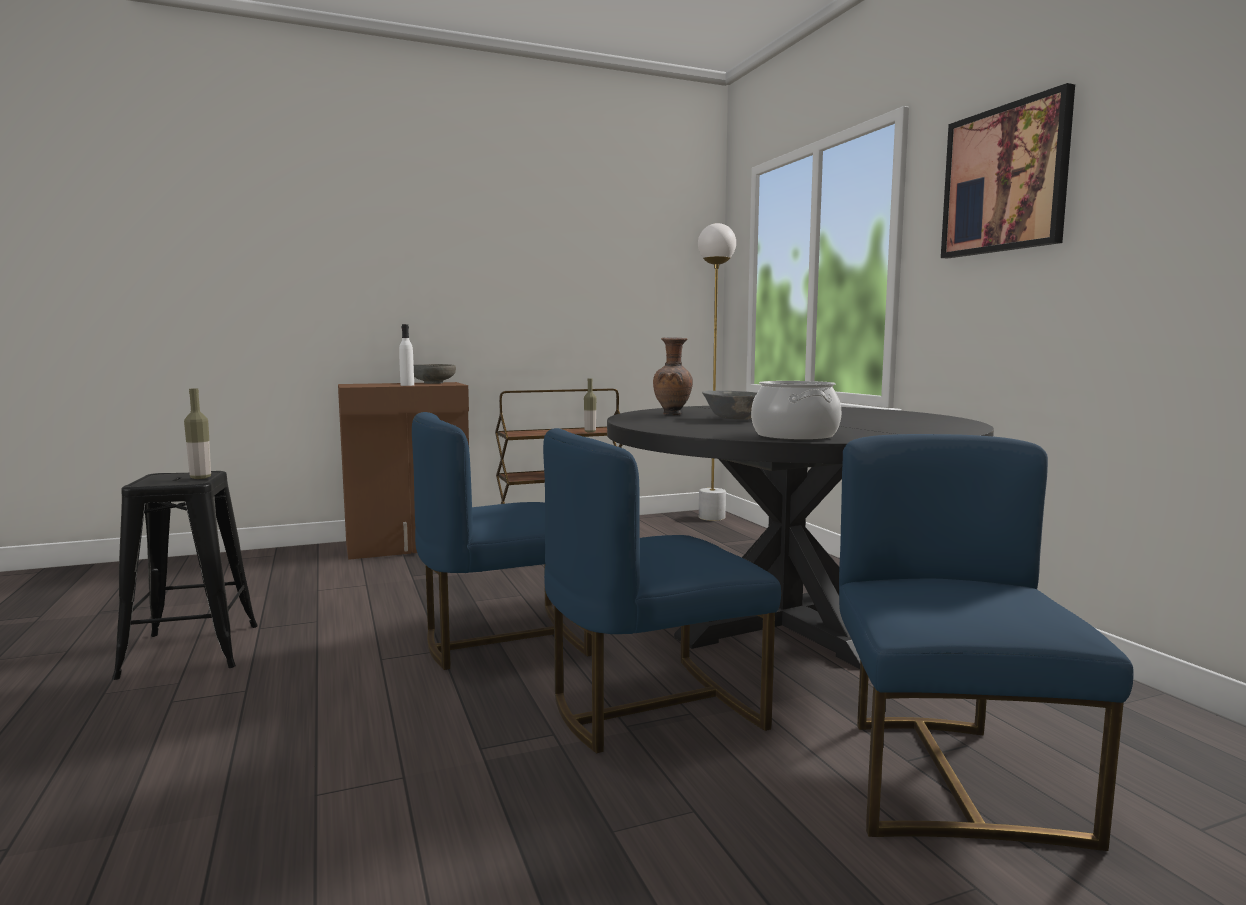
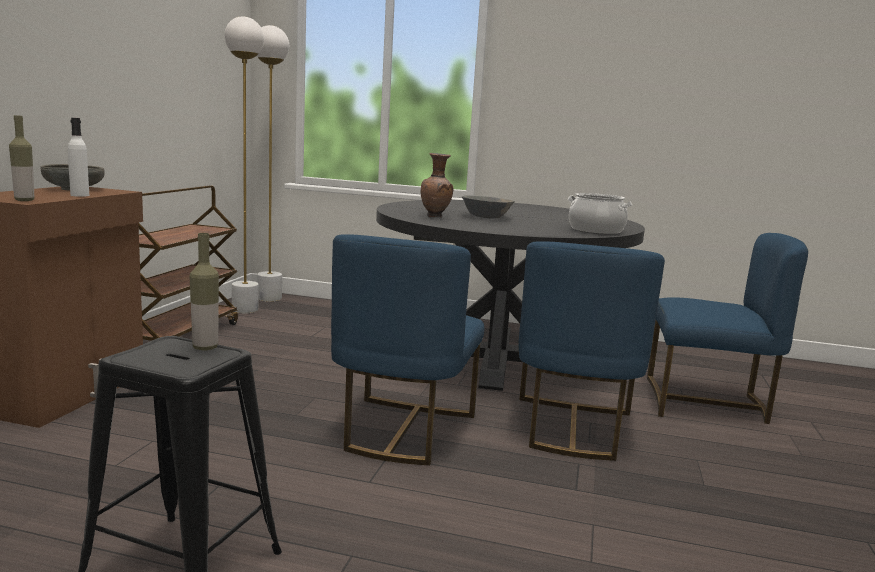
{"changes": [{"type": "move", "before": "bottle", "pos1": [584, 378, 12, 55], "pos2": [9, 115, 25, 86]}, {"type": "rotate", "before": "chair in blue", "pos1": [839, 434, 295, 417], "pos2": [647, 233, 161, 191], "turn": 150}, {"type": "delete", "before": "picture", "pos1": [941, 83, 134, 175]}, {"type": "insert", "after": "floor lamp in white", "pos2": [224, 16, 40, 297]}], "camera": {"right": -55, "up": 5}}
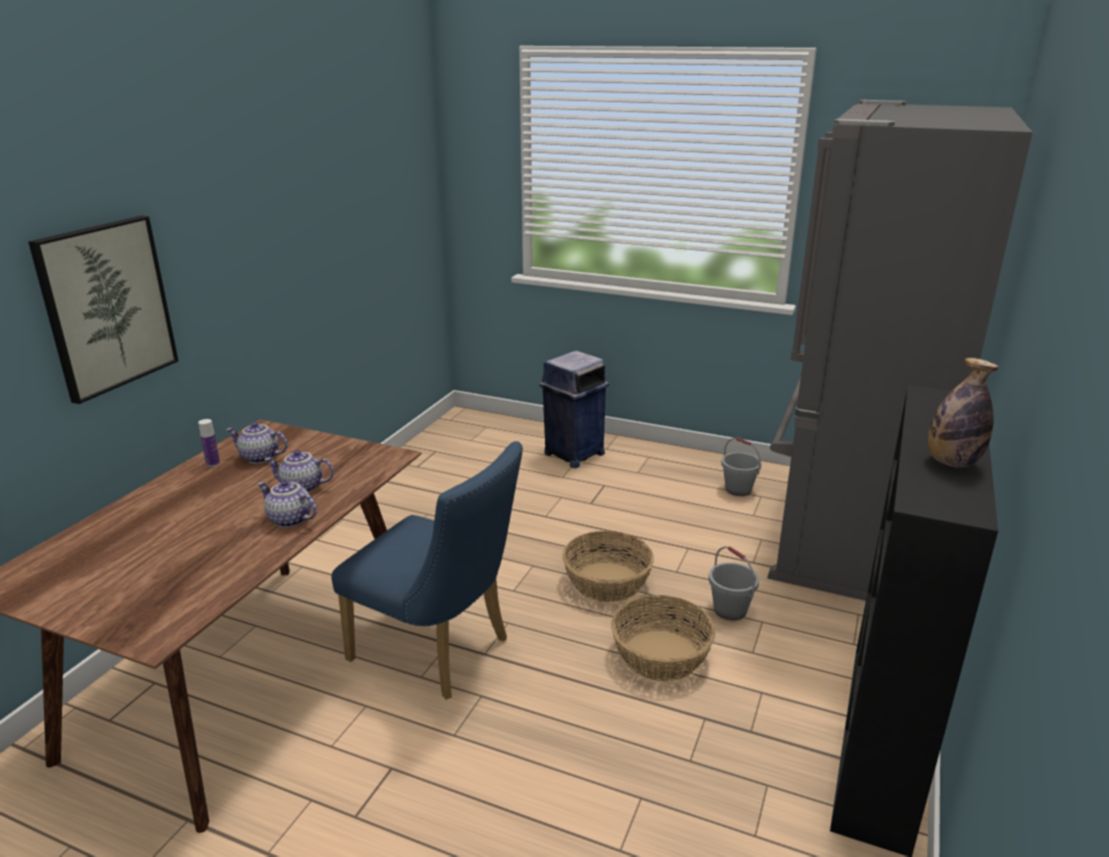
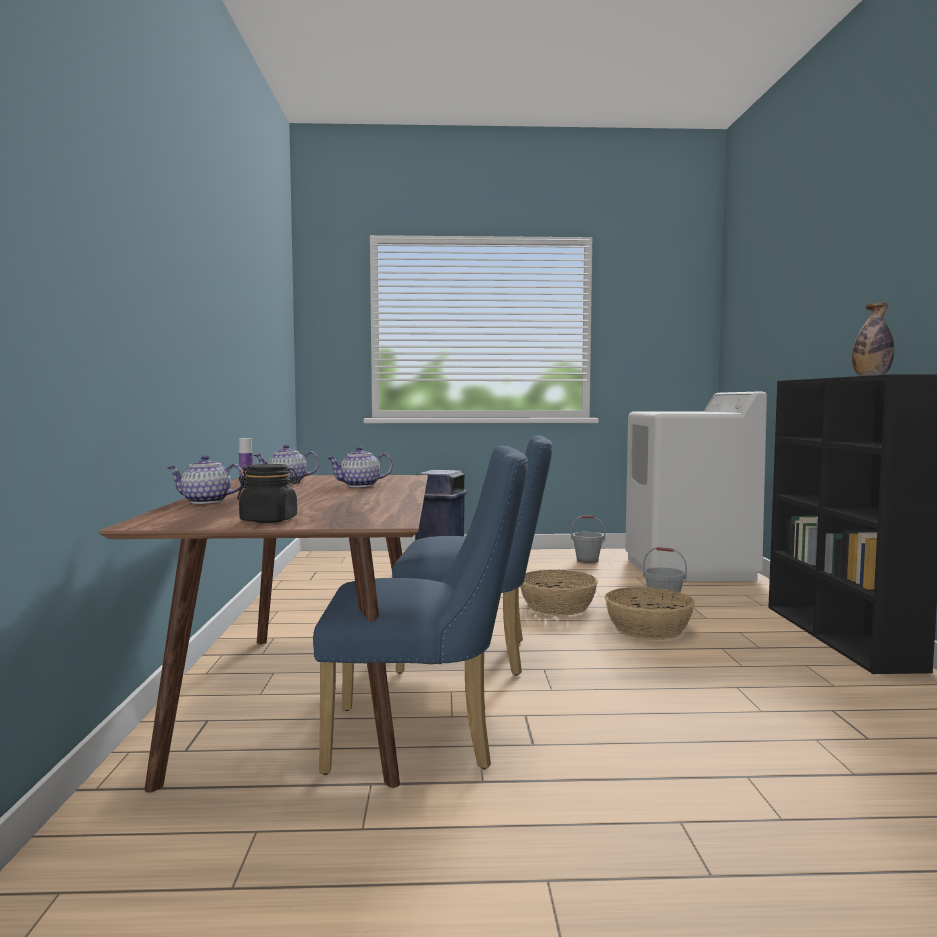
{"changes": [{"type": "delete", "before": "picture", "pos1": [28, 216, 150, 188]}, {"type": "move", "before": "teapot", "pos1": [258, 480, 59, 48], "pos2": [167, 455, 77, 49]}, {"type": "replace", "before": "fridge in grey", "after": "washing machine in white", "pos1": [767, 100, 266, 501], "pos2": [625, 392, 142, 189]}, {"type": "insert", "after": "jar in black", "pos2": [237, 464, 63, 59]}, {"type": "insert", "after": "chair in blue", "pos2": [313, 446, 215, 329]}], "camera": {"right": -25, "up": -20}}
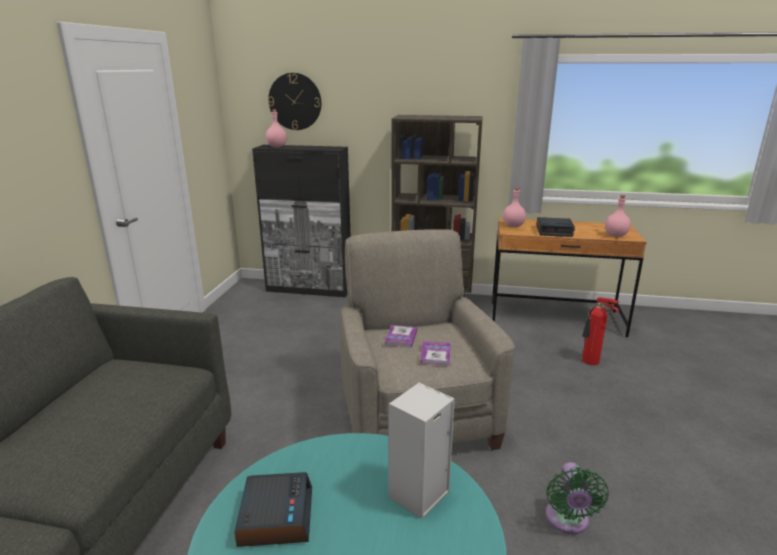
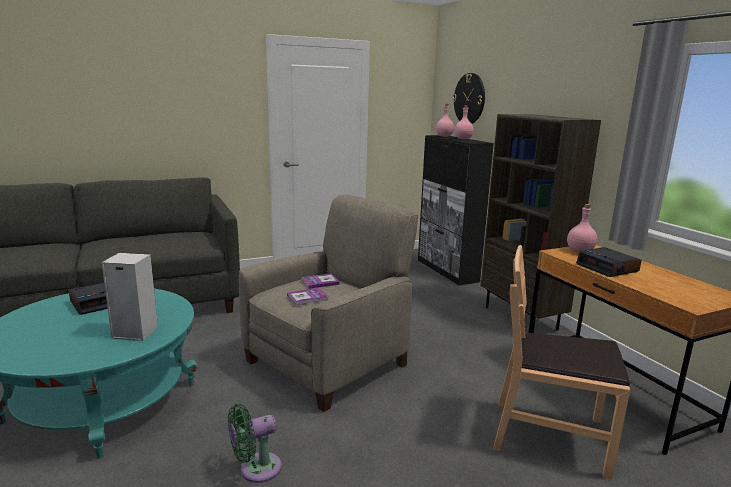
{"changes": [{"type": "replace", "before": "fire extinguisher", "after": "chair in brown", "pos1": [582, 297, 38, 68], "pos2": [493, 245, 137, 235]}, {"type": "move", "before": "bottle in pink", "pos1": [605, 195, 26, 42], "pos2": [454, 105, 20, 34]}], "camera": {"right": 55, "up": -5}}
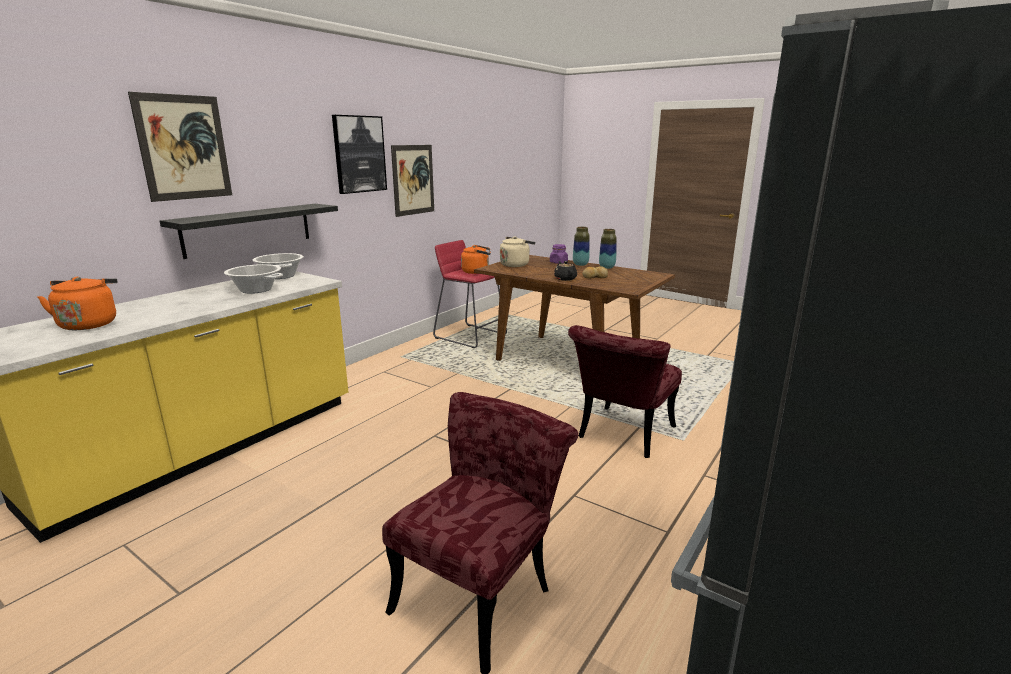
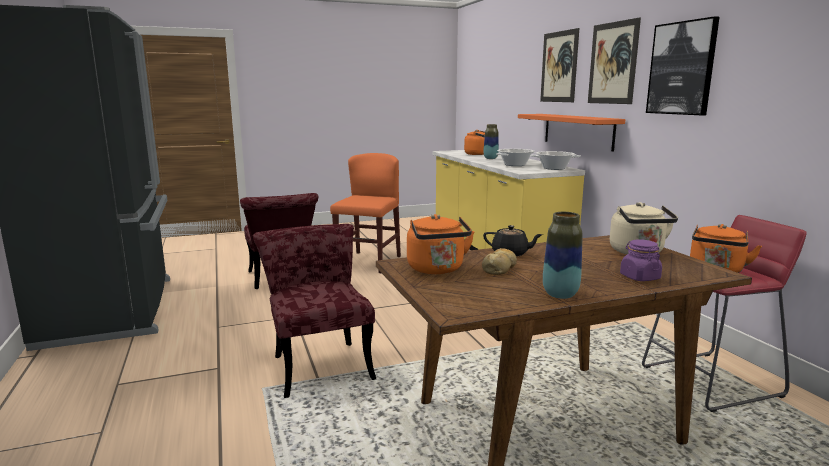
{"changes": [{"type": "recolor", "before": "shelf in black", "after": "shelf in orange", "pos1": [160, 204, 178, 55], "pos2": [518, 114, 108, 37]}, {"type": "move", "before": "picture", "pos1": [391, 145, 43, 72], "pos2": [588, 17, 53, 87]}, {"type": "move", "before": "vase", "pos1": [573, 227, 17, 39], "pos2": [484, 124, 15, 35]}, {"type": "insert", "after": "chair in orange", "pos2": [330, 153, 71, 120]}, {"type": "insert", "after": "kettle in orange", "pos2": [407, 214, 68, 60]}], "camera": {"right": 125, "up": -5}}
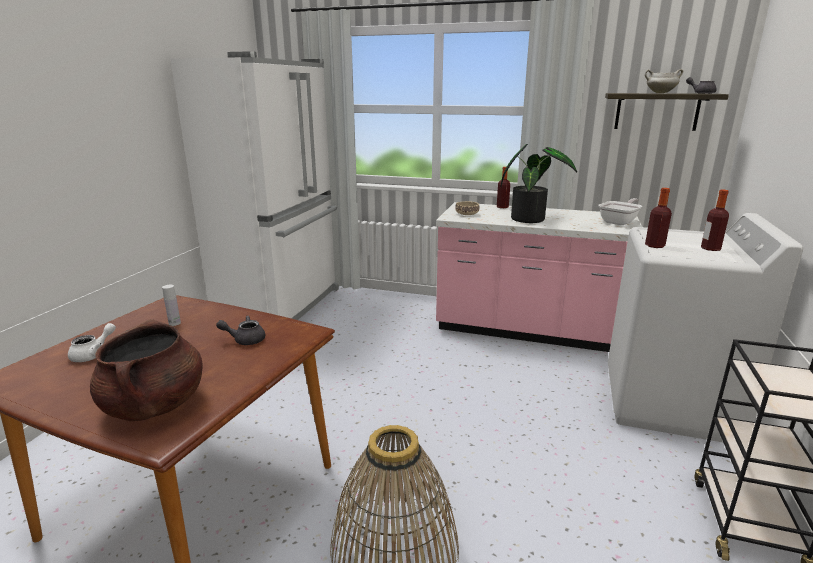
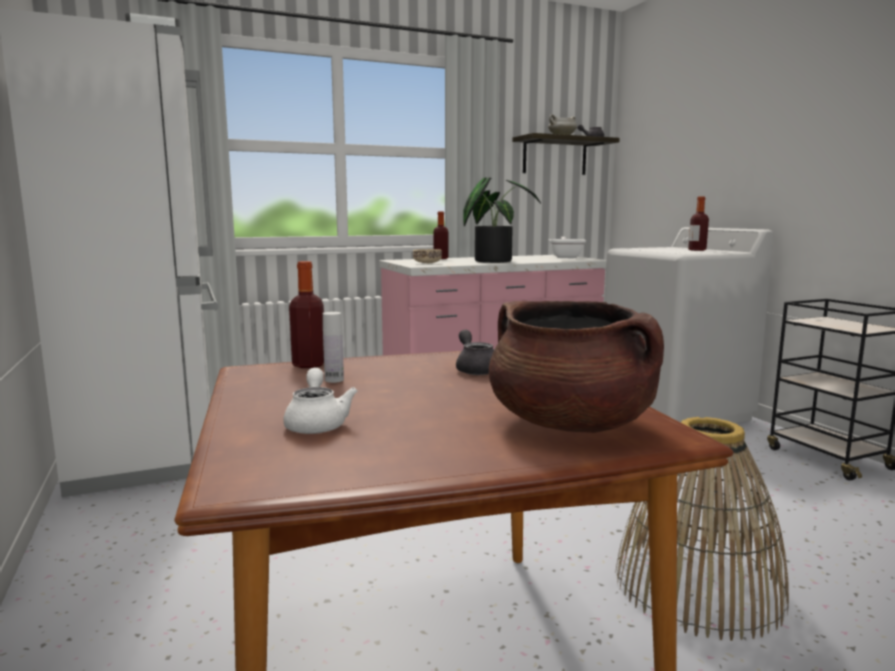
{"changes": [{"type": "rotate", "before": "teapot in grey", "pos1": [216, 316, 49, 29], "pos2": [456, 330, 39, 45], "turn": 120}, {"type": "move", "before": "bottle", "pos1": [645, 188, 27, 60], "pos2": [289, 261, 35, 107]}], "camera": {"right": -40, "up": -10}}
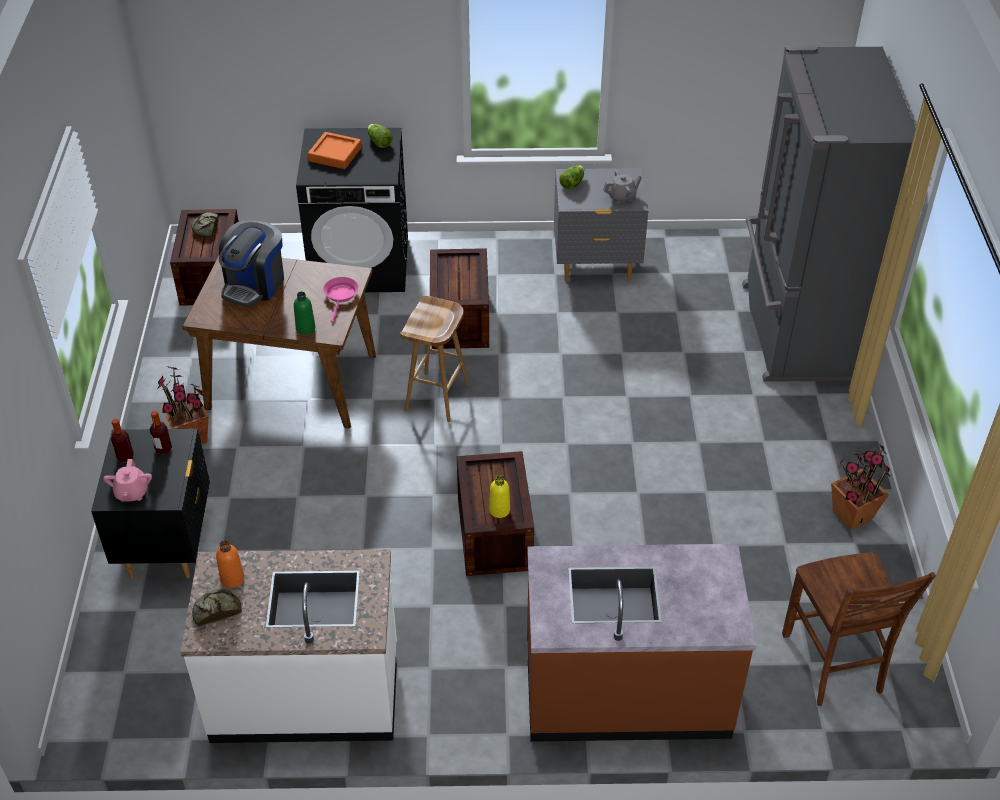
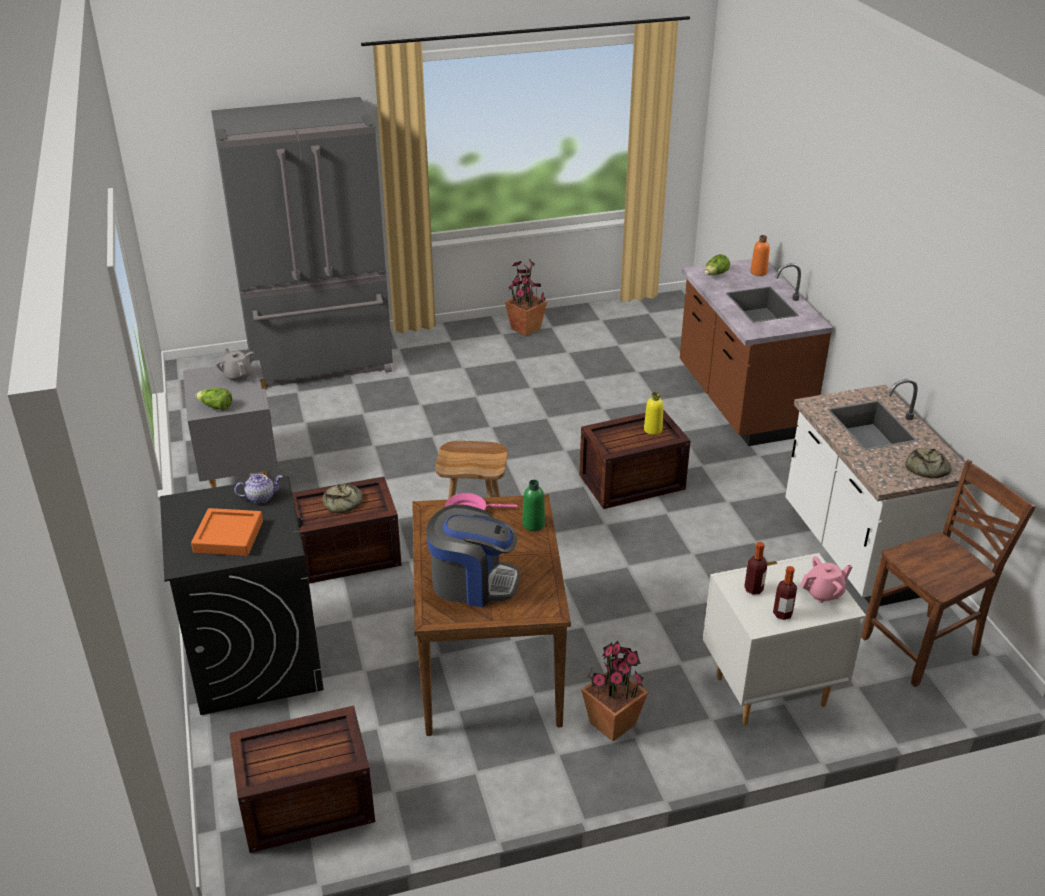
{"changes": [{"type": "recolor", "before": "nightstand in black", "after": "nightstand in white", "pos1": [91, 429, 119, 150], "pos2": [703, 553, 163, 172]}, {"type": "move", "before": "bread", "pos1": [191, 212, 28, 26], "pos2": [322, 484, 41, 29]}, {"type": "move", "before": "bottle in orange", "pos1": [216, 540, 28, 48], "pos2": [750, 235, 20, 41]}, {"type": "move", "before": "lettuce", "pos1": [368, 124, 24, 24], "pos2": [704, 254, 26, 21]}, {"type": "move", "before": "chair in brown", "pos1": [782, 552, 154, 154], "pos2": [861, 460, 175, 227]}, {"type": "insert", "after": "teapot", "pos2": [234, 474, 49, 30]}], "camera": {"right": -105, "up": -10}}
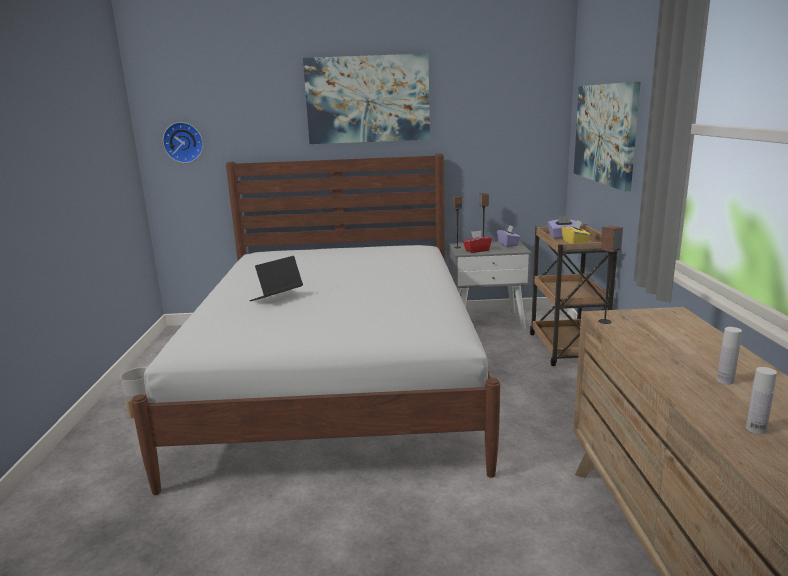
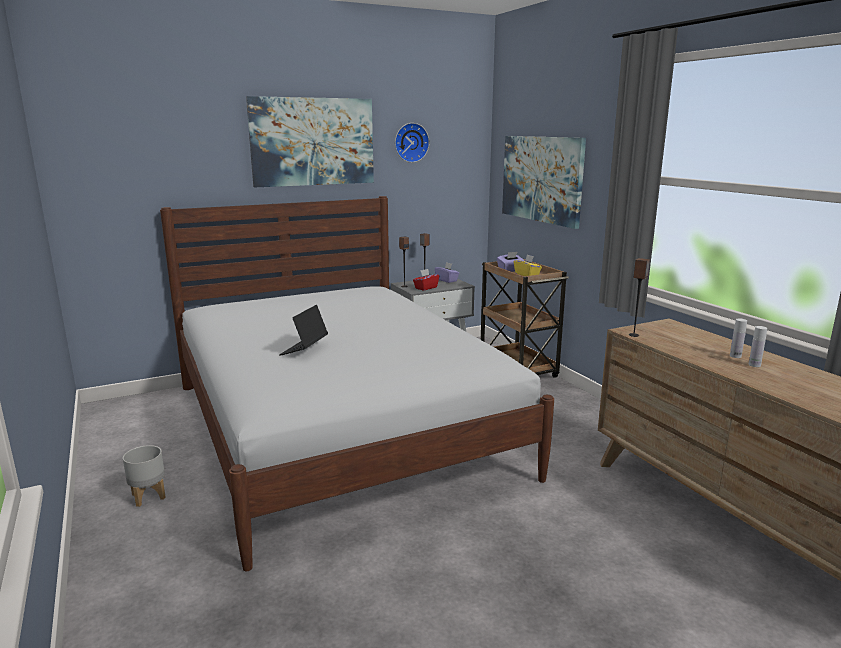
{"changes": [{"type": "move", "before": "wall clock", "pos1": [163, 122, 40, 41], "pos2": [395, 123, 35, 40]}, {"type": "move", "before": "bottle in white", "pos1": [746, 367, 31, 67], "pos2": [730, 318, 17, 40]}], "camera": {"right": -25, "up": 0}}
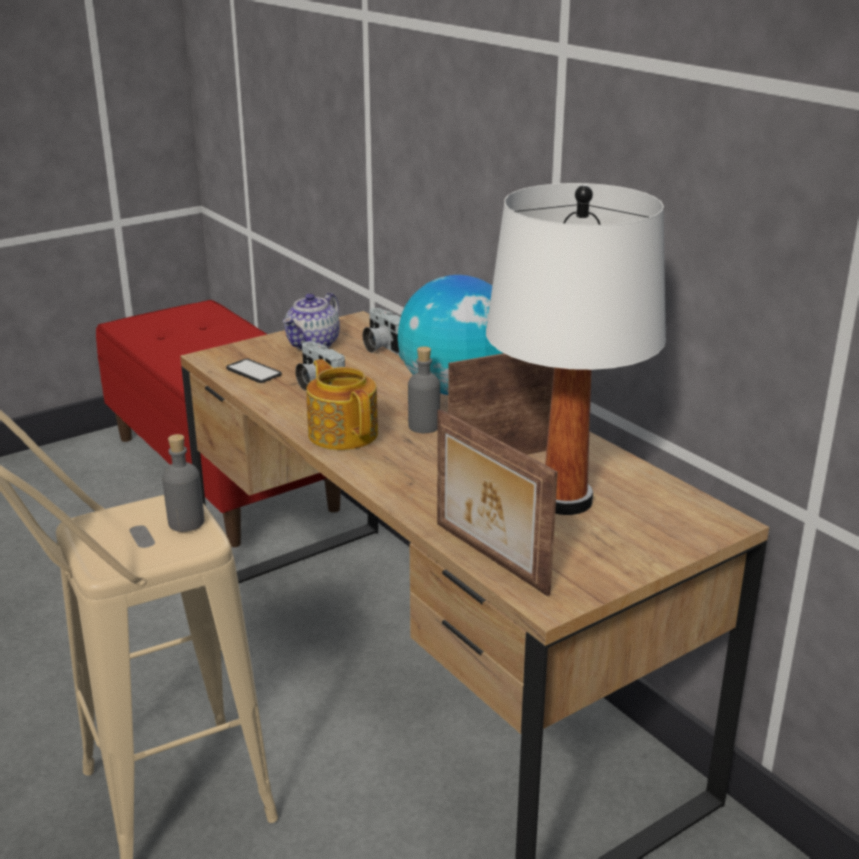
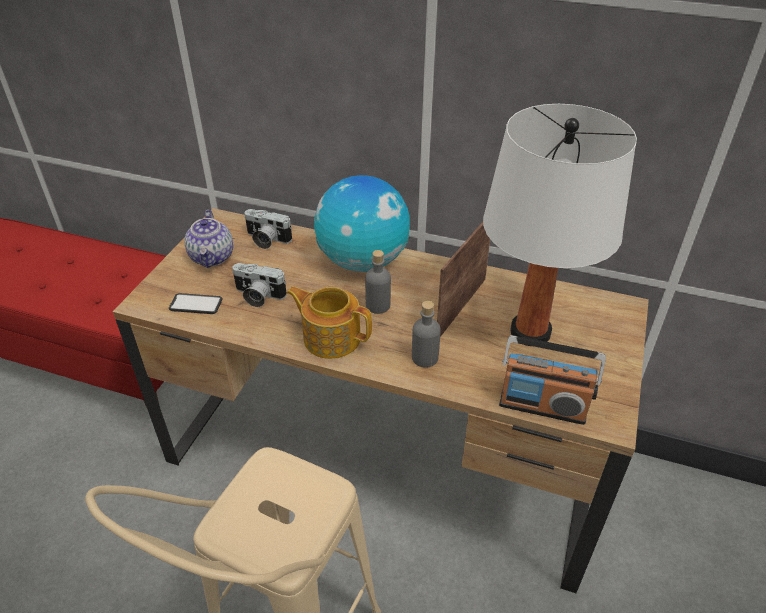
{"changes": [{"type": "move", "before": "bottle in grey", "pos1": [162, 434, 42, 98], "pos2": [412, 301, 29, 67]}, {"type": "replace", "before": "picture frame", "after": "radio", "pos1": [437, 409, 121, 187], "pos2": [499, 335, 107, 90]}], "camera": {"right": -35, "up": 15}}
